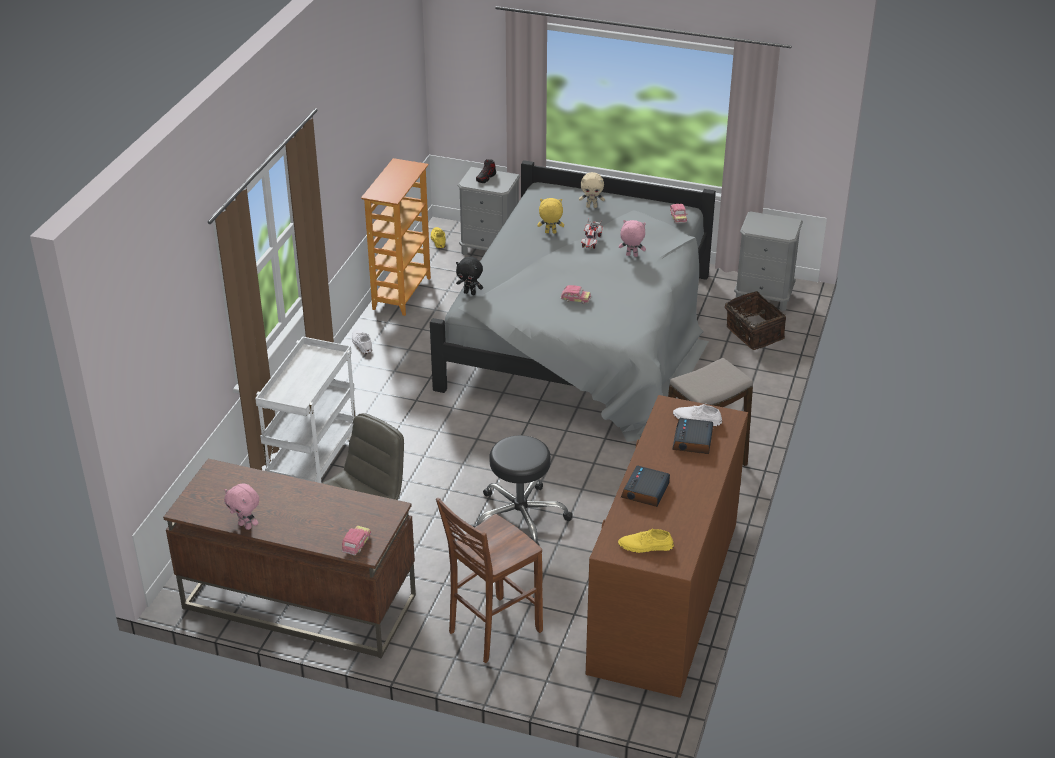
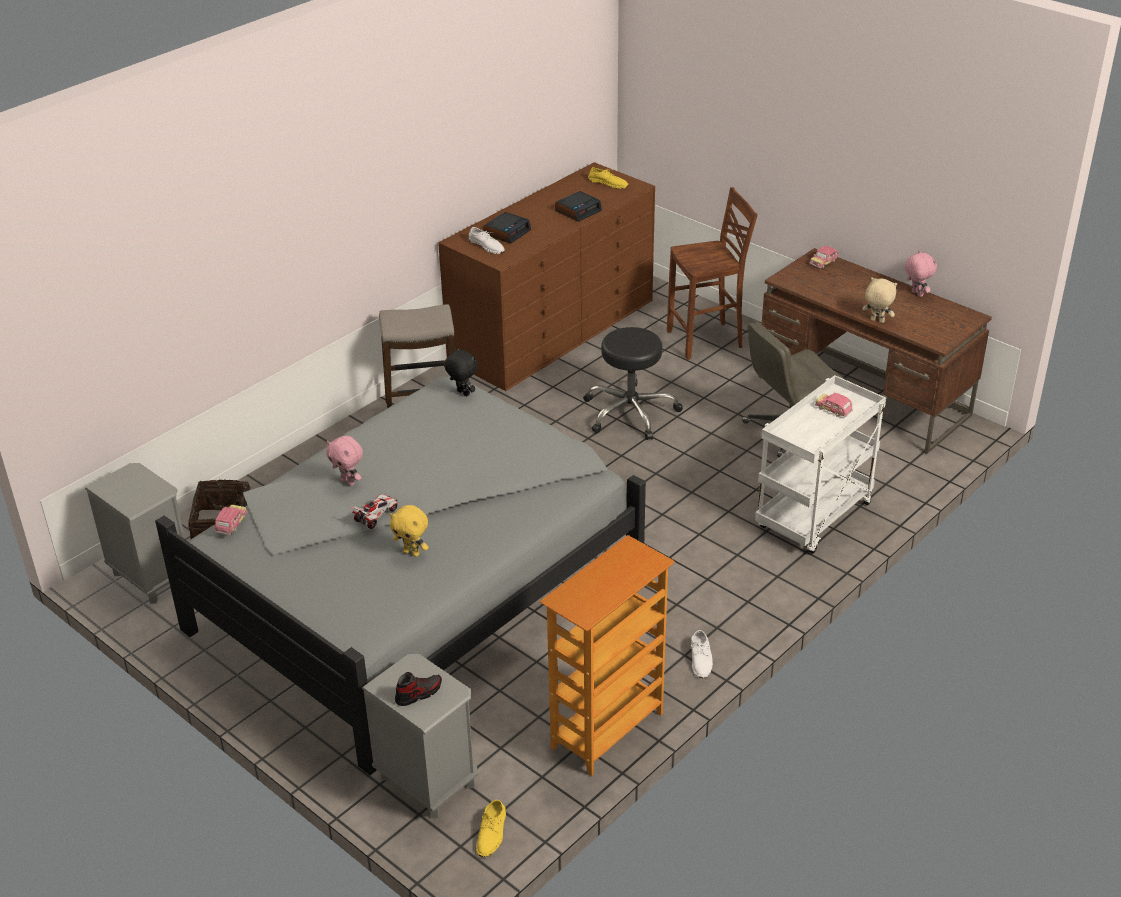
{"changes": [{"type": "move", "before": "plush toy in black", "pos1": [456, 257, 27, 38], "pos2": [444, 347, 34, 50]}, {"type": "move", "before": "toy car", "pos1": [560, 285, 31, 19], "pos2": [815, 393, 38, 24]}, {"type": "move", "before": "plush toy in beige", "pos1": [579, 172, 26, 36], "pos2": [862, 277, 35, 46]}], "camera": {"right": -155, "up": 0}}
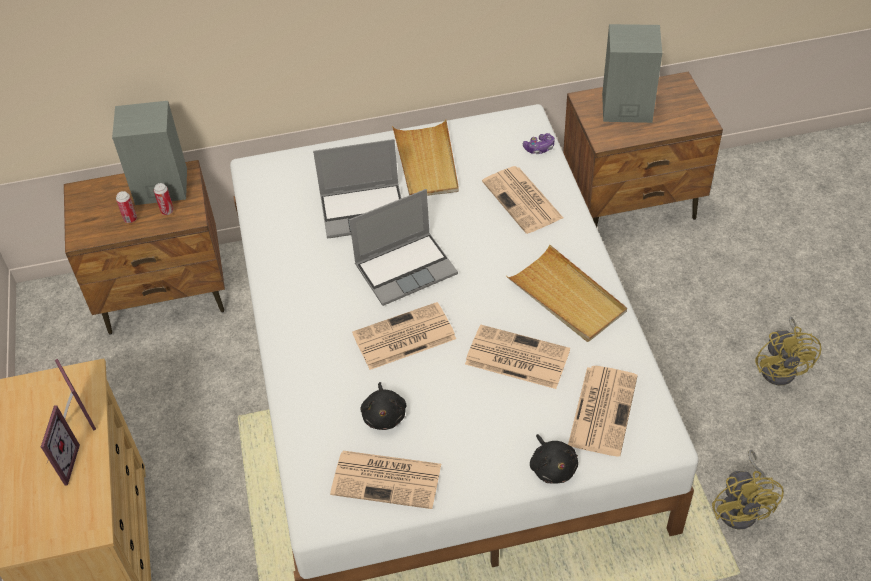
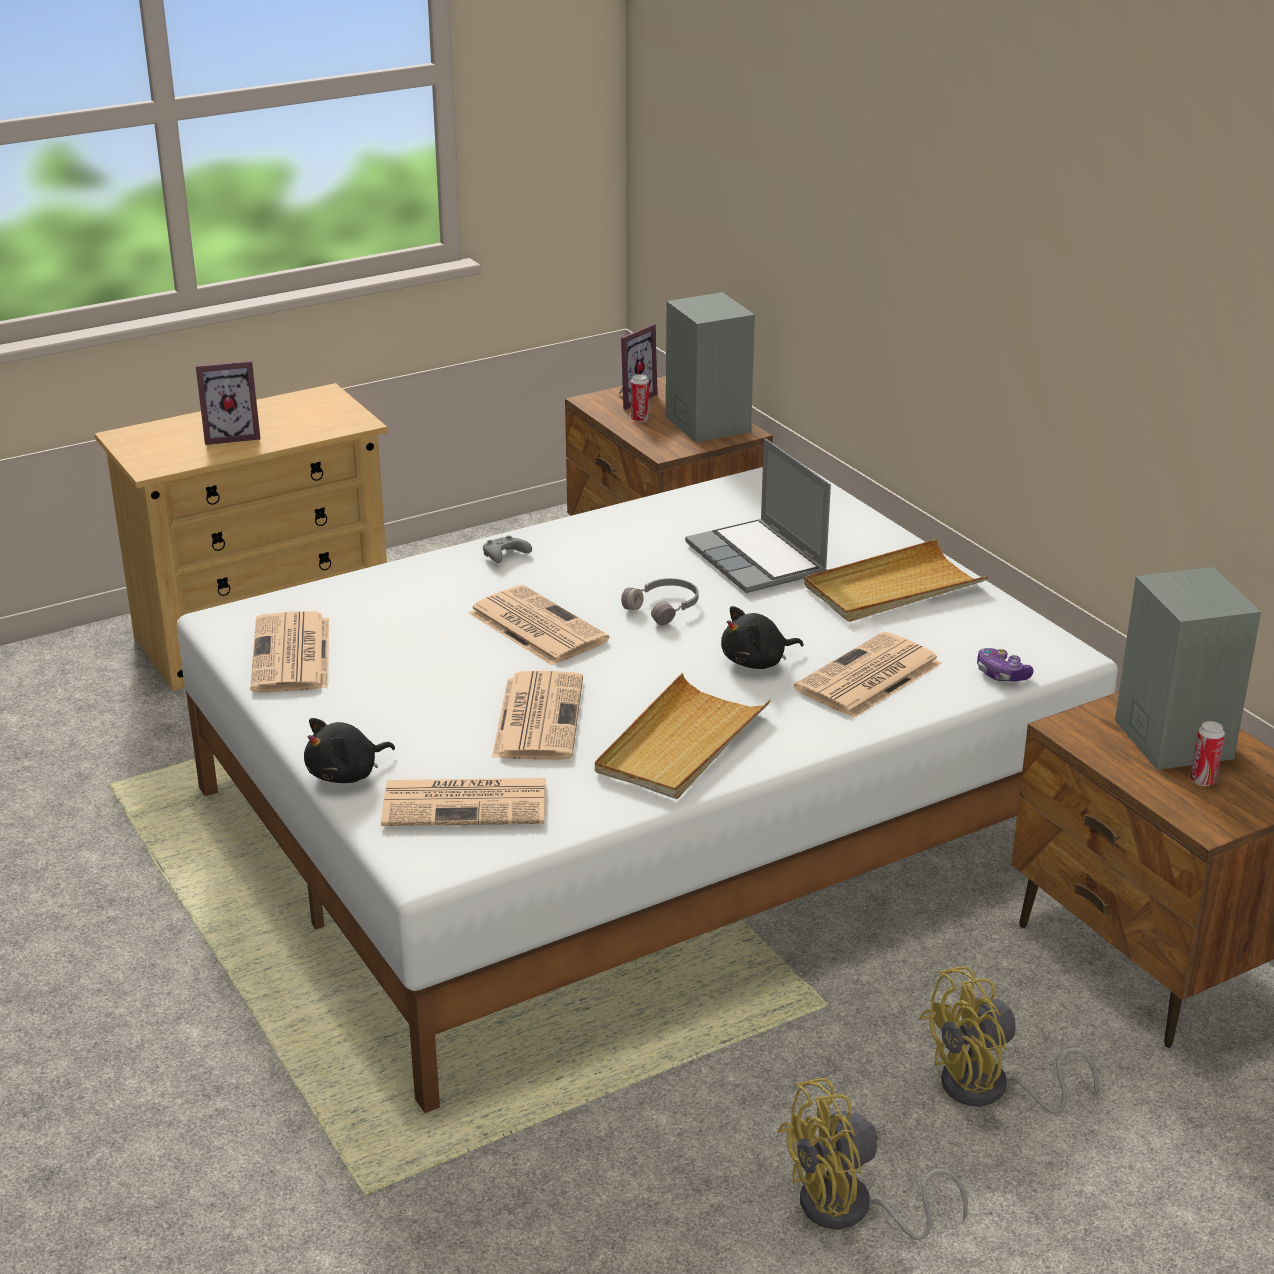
{"changes": [{"type": "move", "before": "picture frame", "pos1": [55, 359, 41, 72], "pos2": [618, 324, 39, 86]}, {"type": "move", "before": "can", "pos1": [154, 183, 20, 32], "pos2": [1191, 721, 34, 65]}, {"type": "replace", "before": "laptop", "after": "headphones in grey", "pos1": [349, 189, 109, 117], "pos2": [621, 578, 78, 48]}, {"type": "move", "before": "plush toy in black", "pos1": [360, 382, 46, 48], "pos2": [721, 606, 83, 63]}, {"type": "move", "before": "fan in yellow", "pos1": [712, 450, 72, 79], "pos2": [919, 966, 179, 148]}, {"type": "insert", "after": "game controller in grey", "pos2": [483, 536, 49, 27]}], "camera": {"right": 70, "up": -20}}
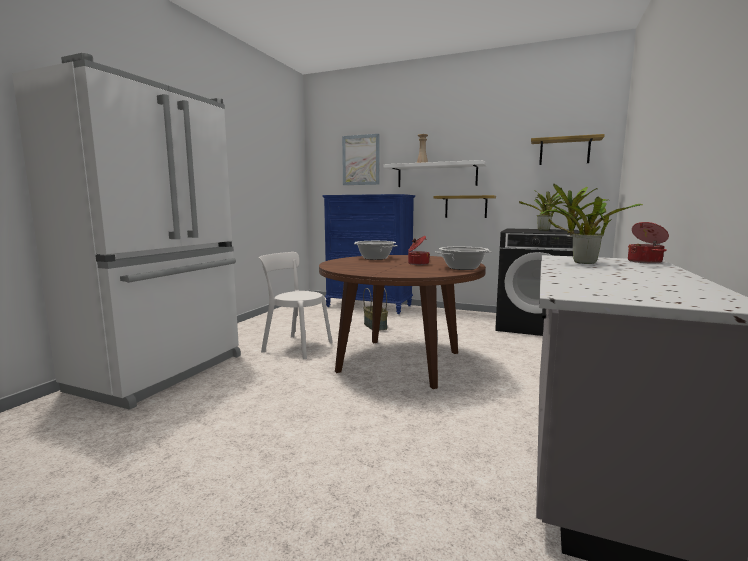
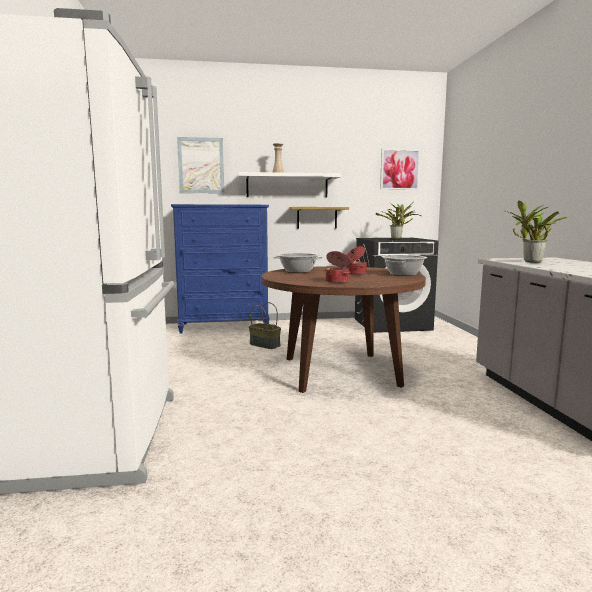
{"changes": [{"type": "delete", "before": "chair in white", "pos1": [259, 252, 73, 107]}, {"type": "replace", "before": "shelf", "after": "picture", "pos1": [531, 134, 74, 31], "pos2": [380, 149, 40, 41]}, {"type": "move", "before": "cooking pot", "pos1": [628, 222, 41, 41], "pos2": [325, 251, 26, 32]}], "camera": {"right": -30, "up": 0}}
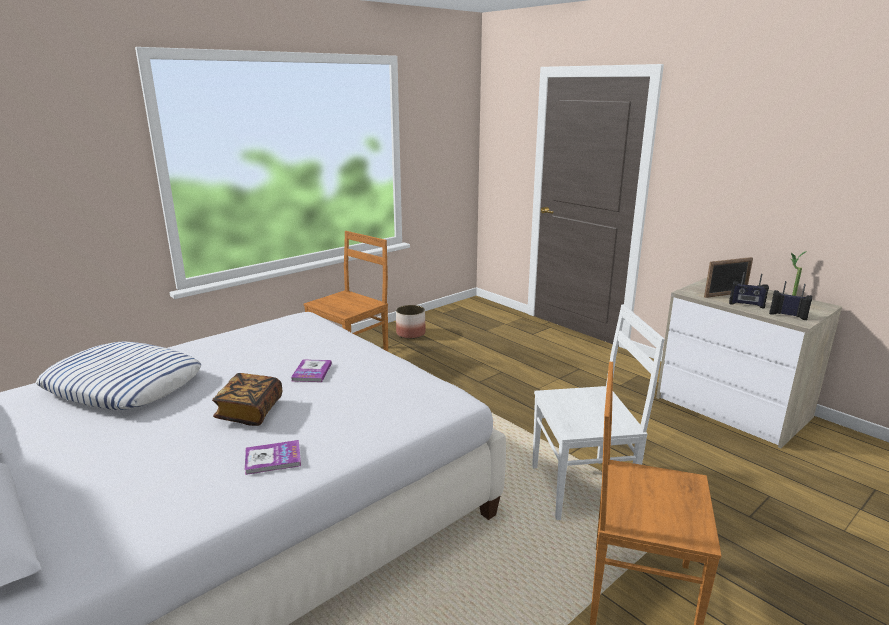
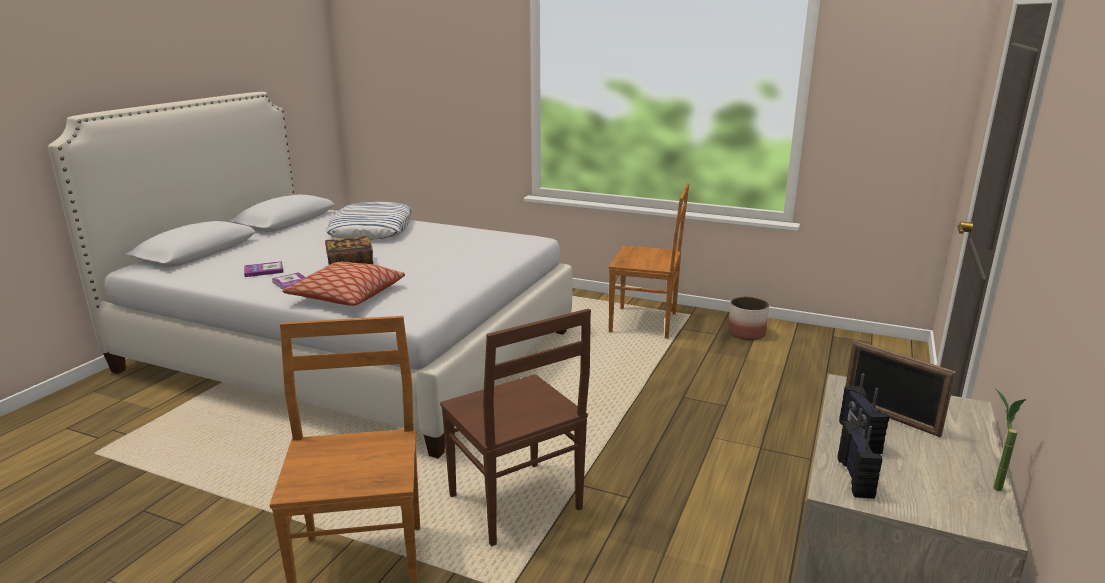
{"changes": [{"type": "move", "before": "book", "pos1": [291, 359, 41, 23], "pos2": [244, 261, 40, 16]}, {"type": "recolor", "before": "chair in white", "after": "chair in brown", "pos1": [532, 304, 133, 216], "pos2": [440, 309, 151, 237]}, {"type": "insert", "after": "pillow", "pos2": [282, 262, 123, 44]}], "camera": {"right": 65, "up": 0}}
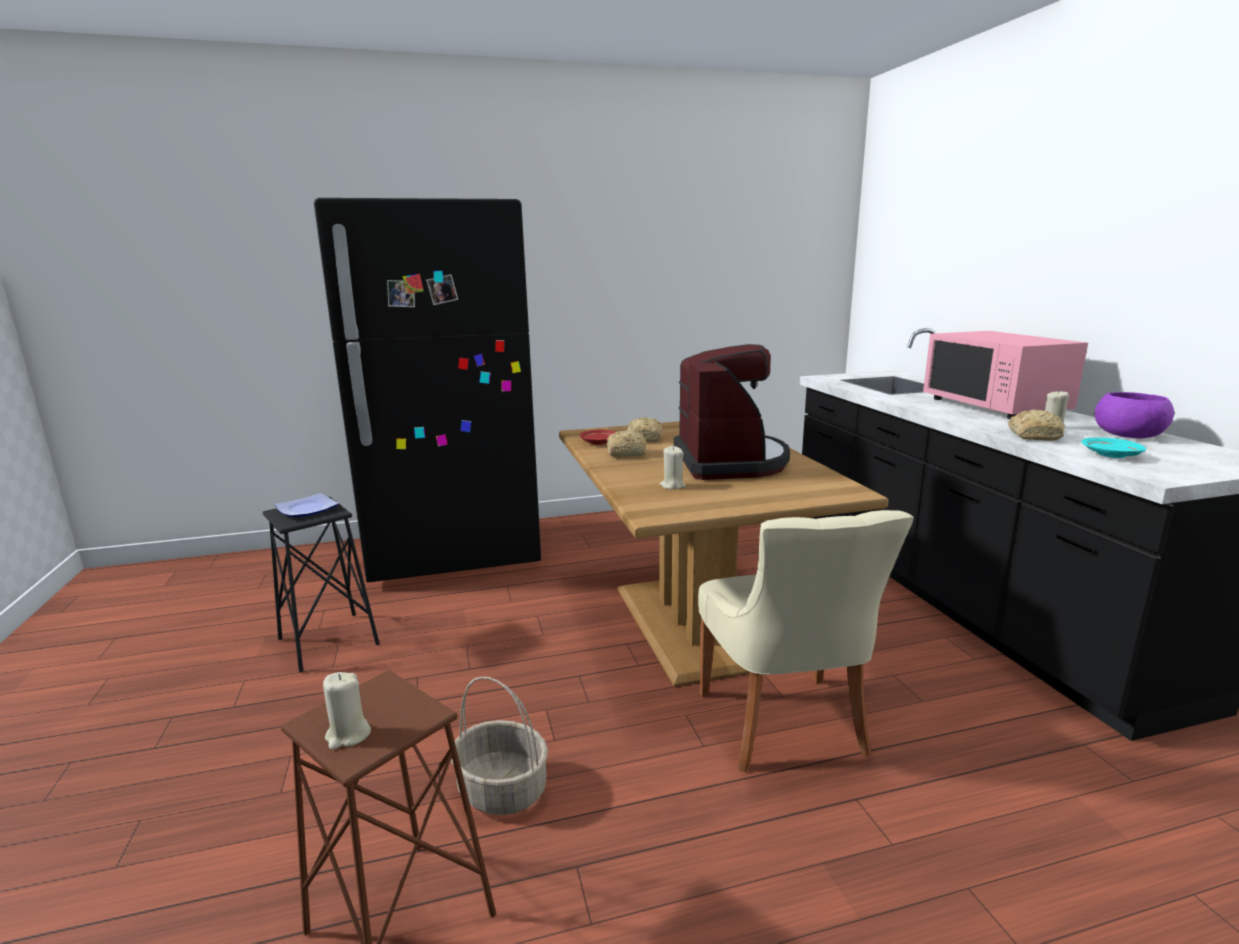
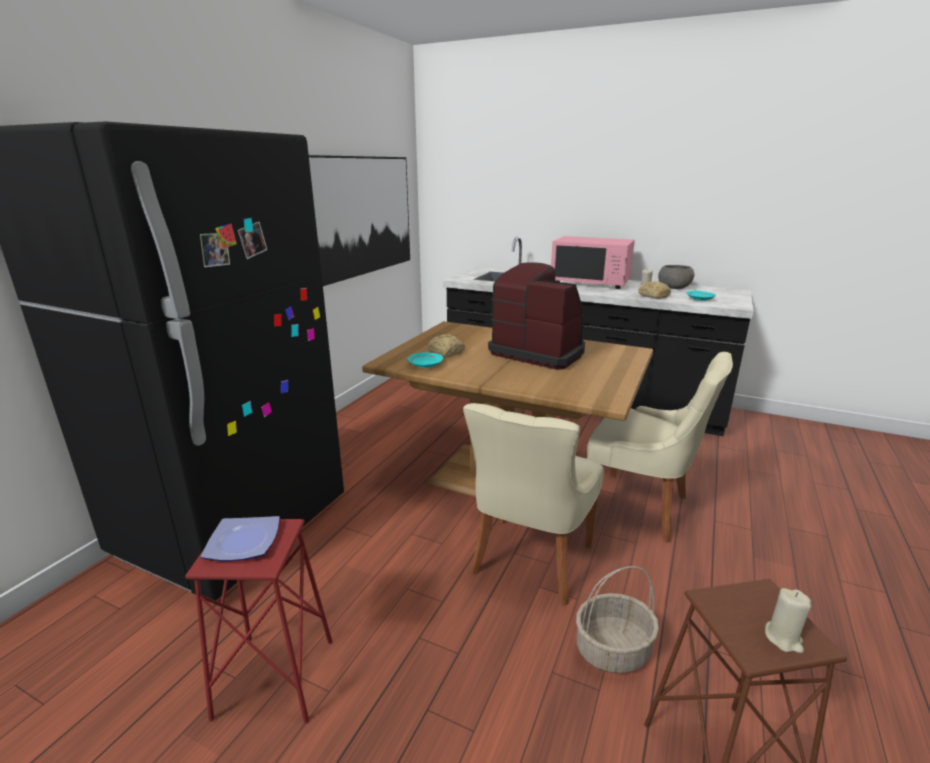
{"changes": [{"type": "recolor", "before": "stool in black", "after": "stool in red", "pos1": [263, 497, 117, 176], "pos2": [185, 519, 148, 204]}, {"type": "recolor", "before": "plate in red", "after": "plate in turquoise", "pos1": [579, 430, 37, 15], "pos2": [408, 352, 35, 16]}, {"type": "delete", "before": "bread", "pos1": [607, 430, 39, 27]}, {"type": "delete", "before": "candle in beige", "pos1": [660, 446, 25, 43]}, {"type": "recolor", "before": "bowl in purple", "after": "bowl in grey", "pos1": [1095, 392, 79, 47], "pos2": [658, 265, 36, 24]}, {"type": "insert", "after": "picture", "pos2": [309, 155, 101, 131]}, {"type": "insert", "after": "chair in beige", "pos2": [463, 403, 141, 202]}], "camera": {"right": -50, "up": 5}}
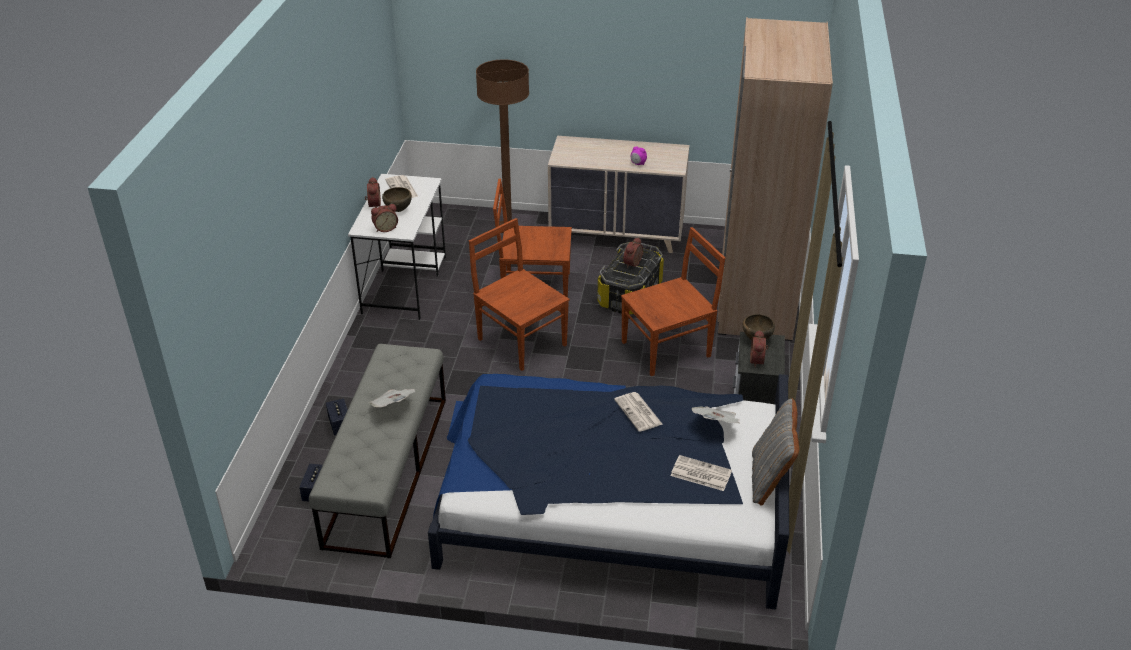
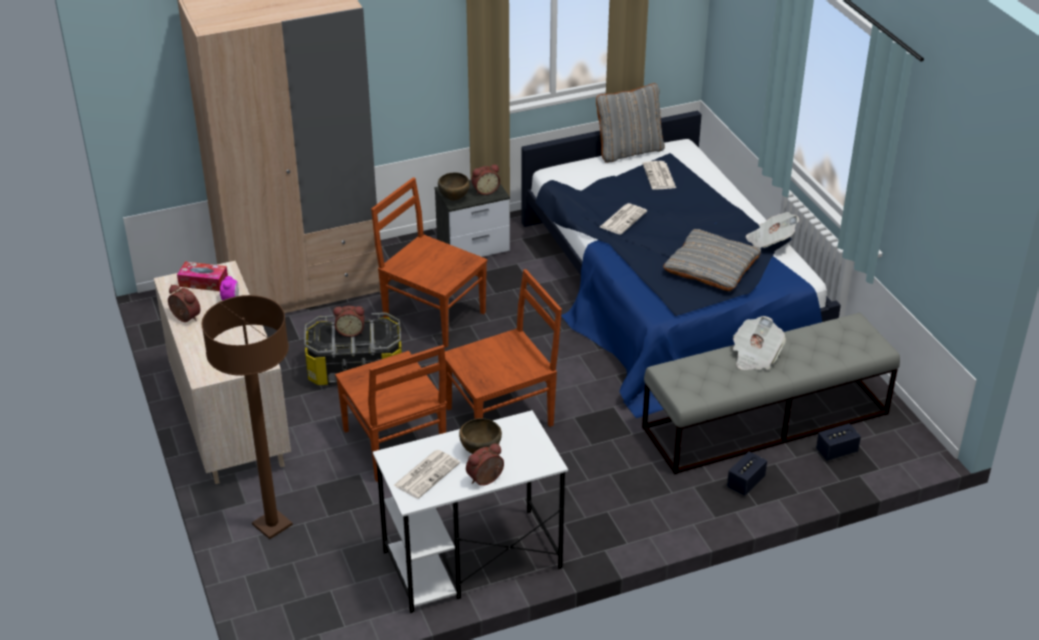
{"changes": [{"type": "move", "before": "alarm clock", "pos1": [371, 204, 27, 28], "pos2": [168, 284, 33, 38]}, {"type": "rotate", "before": "chair in brown", "pos1": [469, 218, 101, 153], "pos2": [445, 269, 117, 158], "turn": -135}, {"type": "move", "before": "newspaper", "pos1": [692, 406, 48, 17], "pos2": [745, 212, 55, 36]}, {"type": "insert", "after": "tissue box", "pos2": [177, 262, 51, 29]}, {"type": "insert", "after": "pillow in grey", "pos2": [663, 229, 98, 62]}], "camera": {"right": -120, "up": 0}}
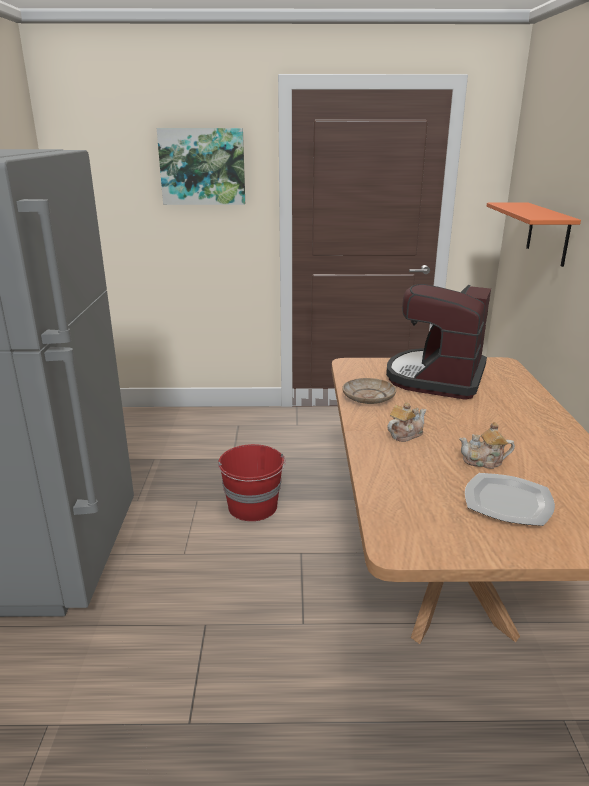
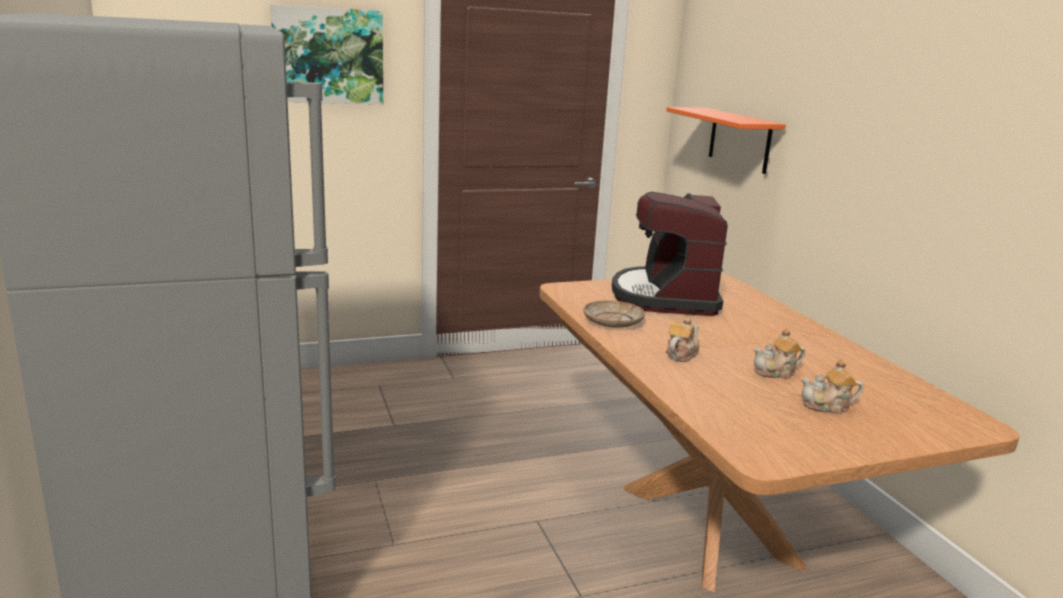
{"changes": [{"type": "delete", "before": "bucket in red", "pos1": [218, 444, 68, 77]}, {"type": "replace", "before": "plate", "after": "teapot", "pos1": [465, 473, 90, 53], "pos2": [801, 359, 62, 55]}], "camera": {"right": -20, "up": -5}}
